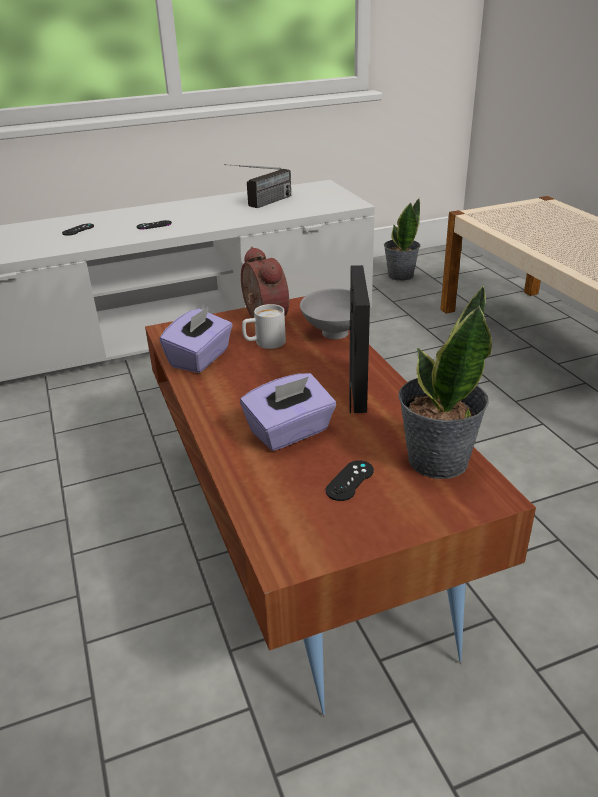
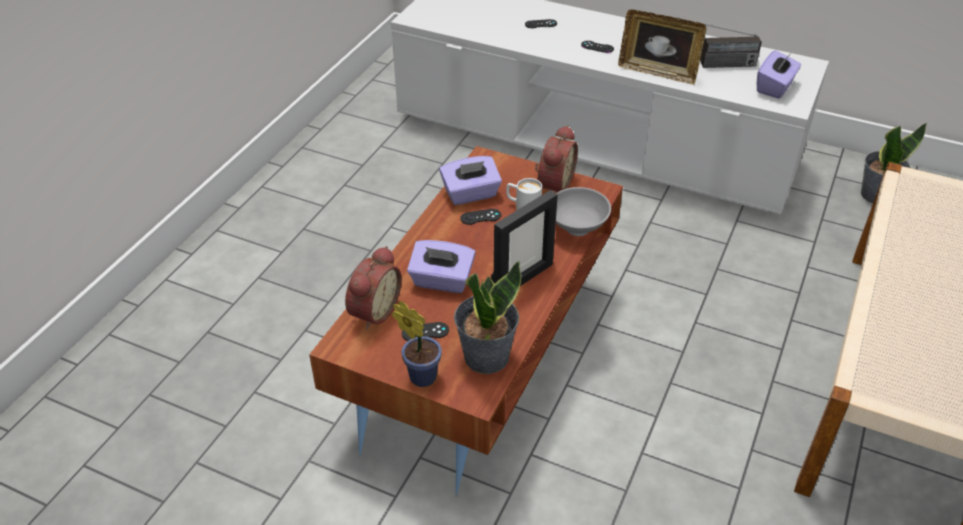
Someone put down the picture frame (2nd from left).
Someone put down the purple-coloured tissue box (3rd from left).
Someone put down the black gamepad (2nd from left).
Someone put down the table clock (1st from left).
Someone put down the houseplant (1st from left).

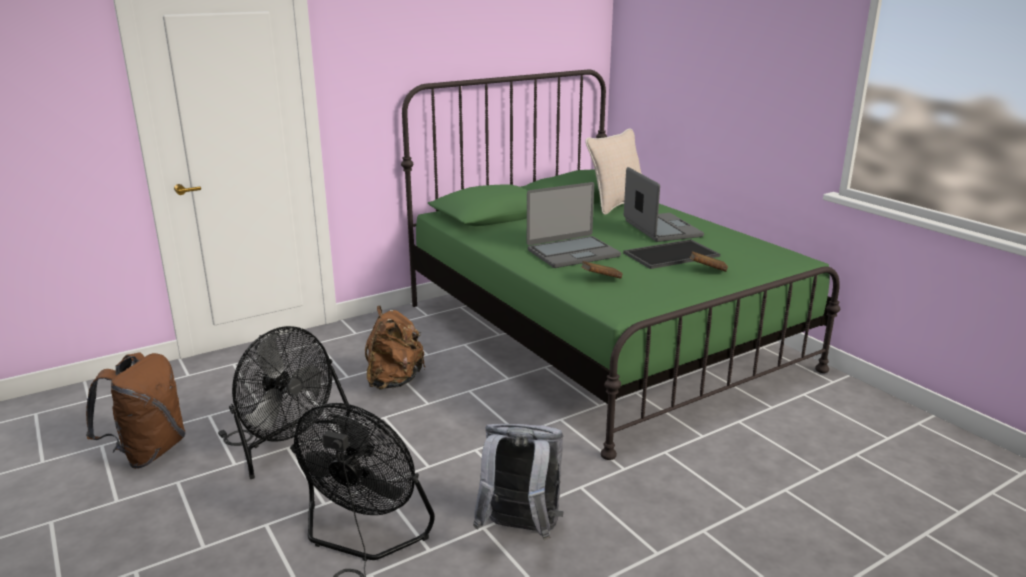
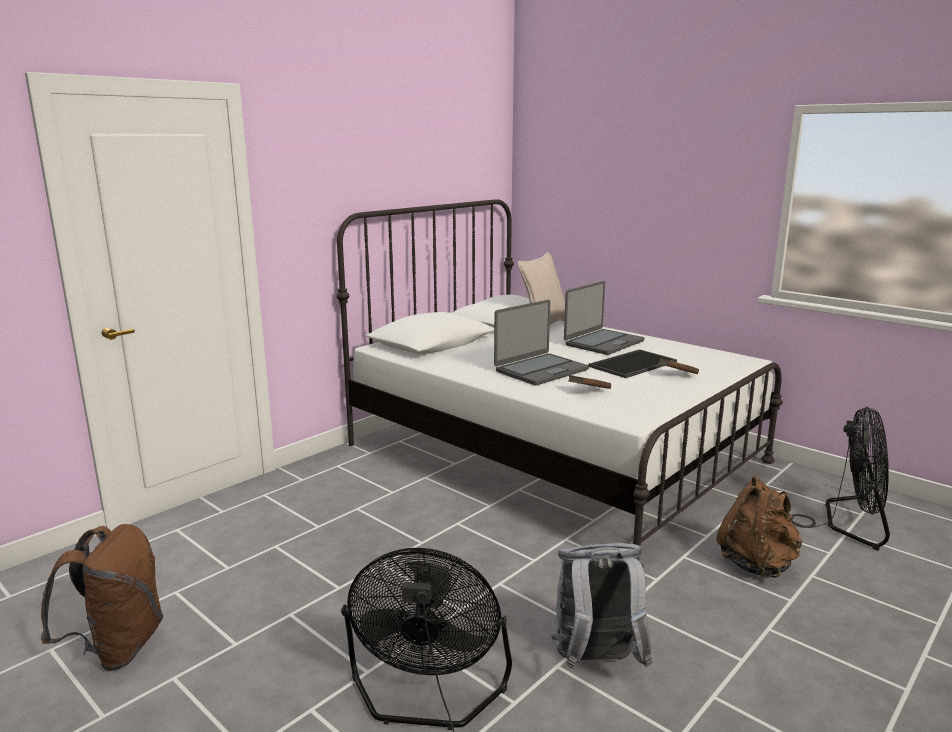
Someone repainted the green-coloured bed, which became the white-coloured bed.
Someone rotated the portable computer (2nd from left) by 75 degrees clockwise.
Someone carried the brown knapsack (2nd from left).
Someone carried the black electric fan (1st from left in the first image).

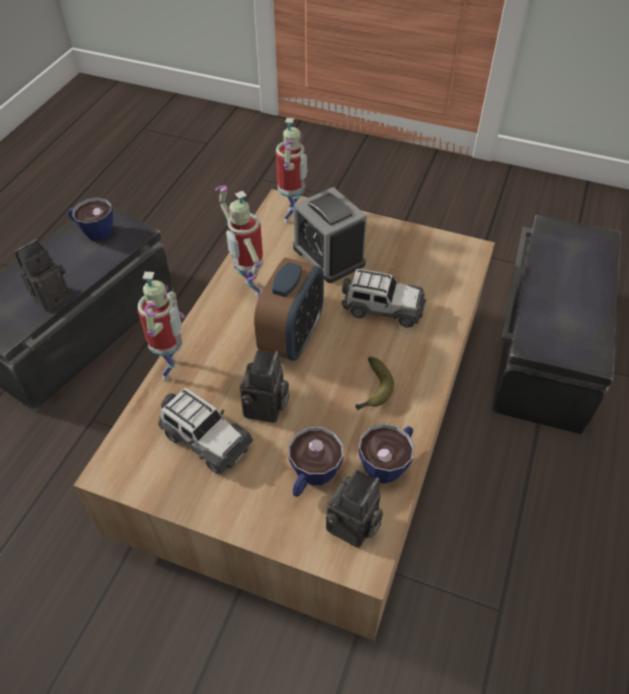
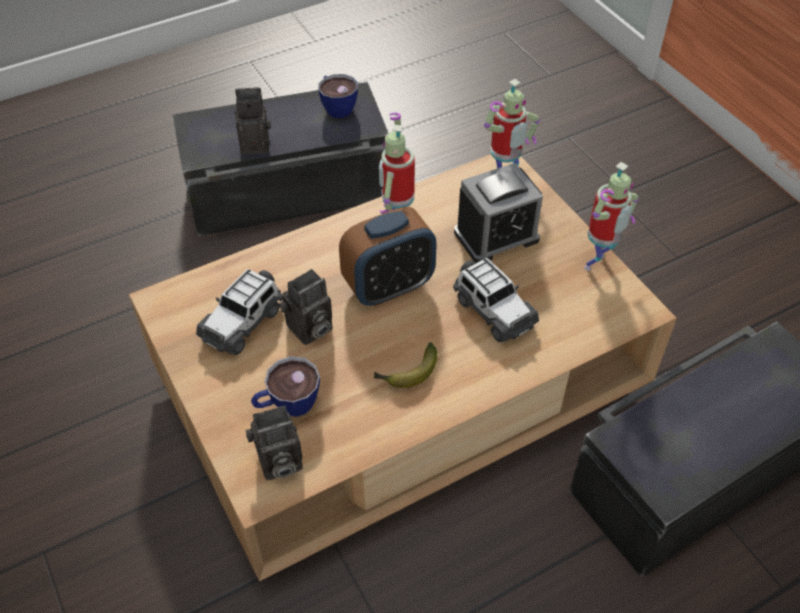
Someone rotated the table clock (2nd from left) by 120 degrees counterclockwise.
Someone carried the toy robot (1st from left in the first image).
Someone rotated the toy car (1st from left) by 45 degrees clockwise.
Someone took away the cup (3rd from left).

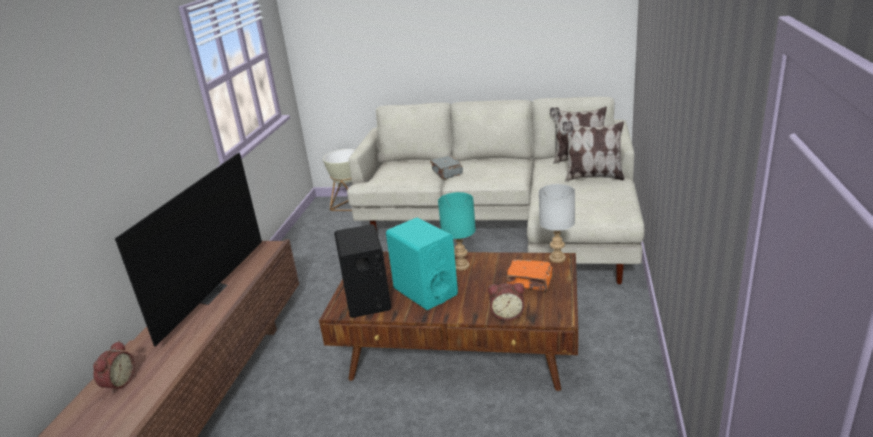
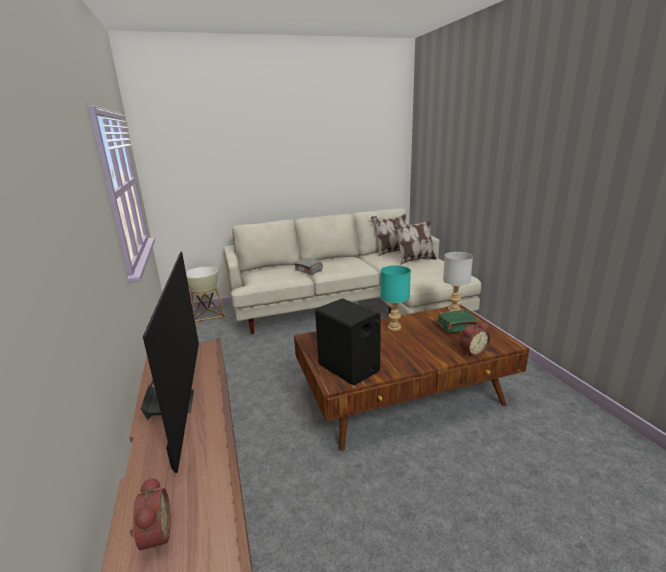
Someone took away the blue-green speaker.
Someone repainted the orange bound book, which became the green-coloured bound book.

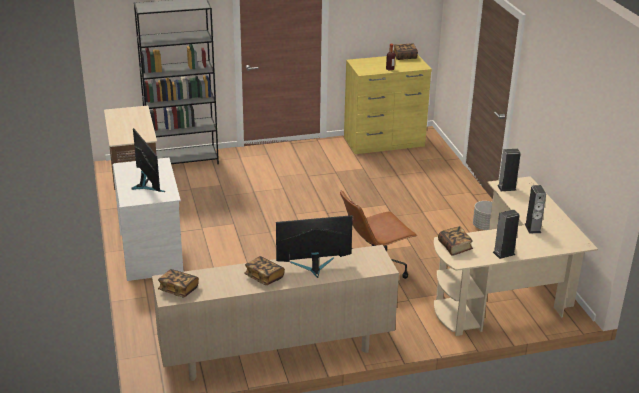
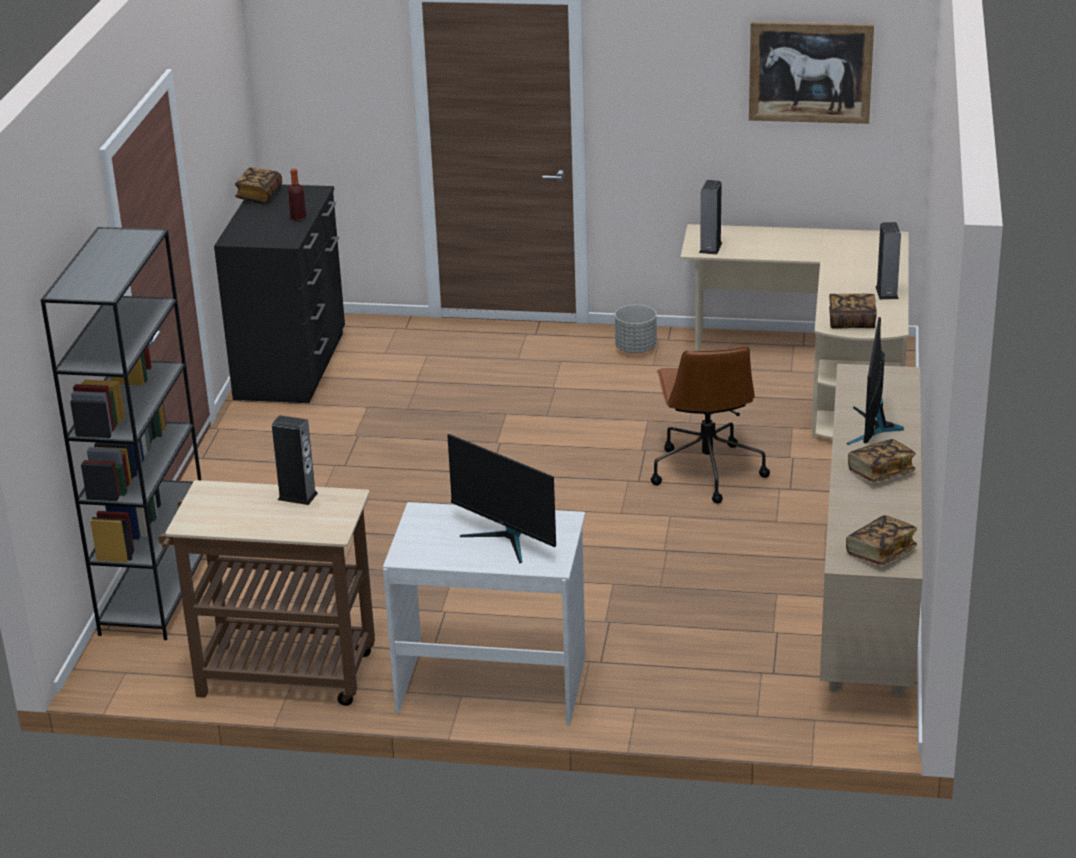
Someone repainted the yellow dresser, which became the black dresser.
Someone rotated the computer display (1st from left) by 135 degrees counterclockwise.
Someone carried the speaker (3rd from left in the first image).
Someone put up the wall art.

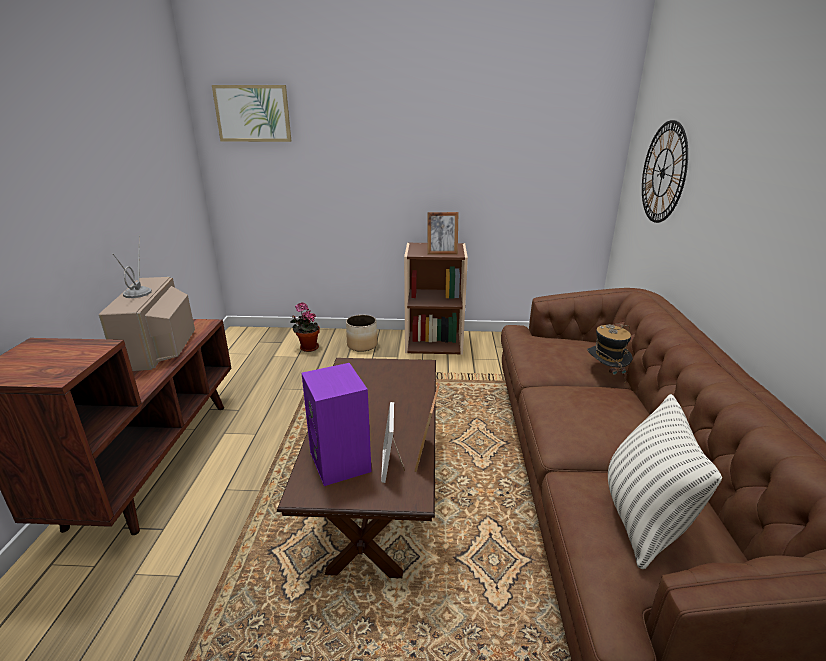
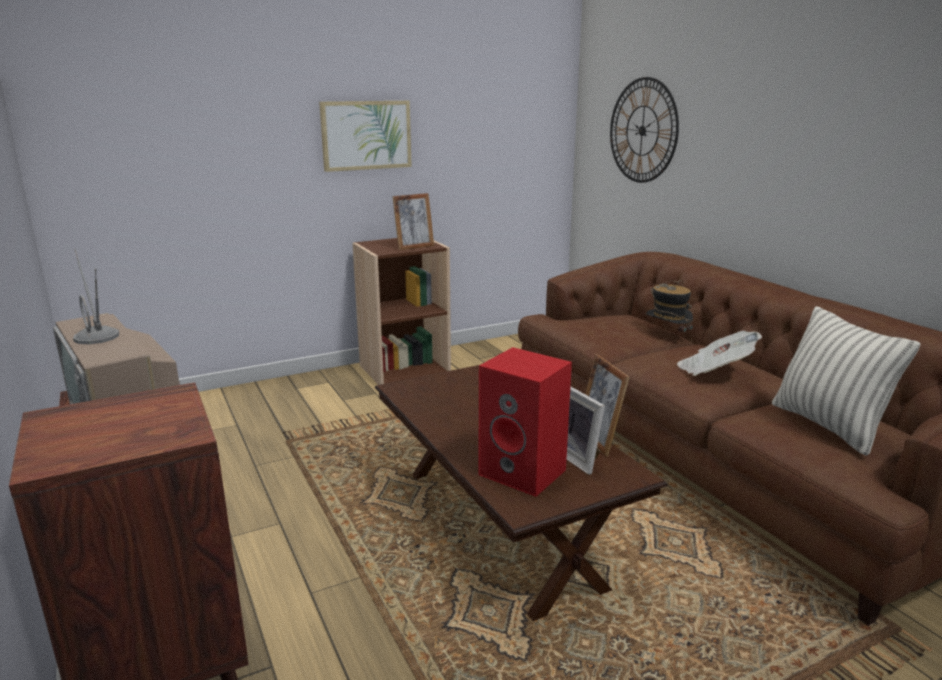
Someone carried the wall art.
Someone took away the houseplant.
Someone took away the planter.
Someone repainted the purple-coloured speaker, which became the red speaker.
Someone put down the printed paper.

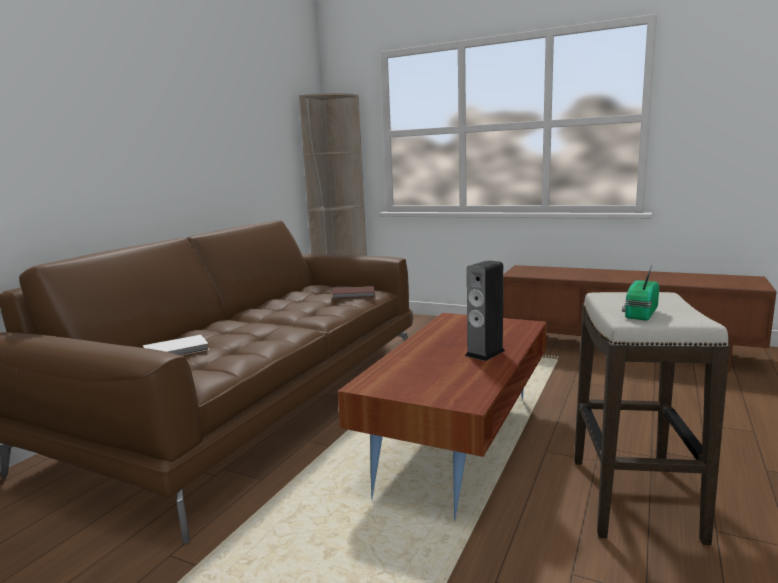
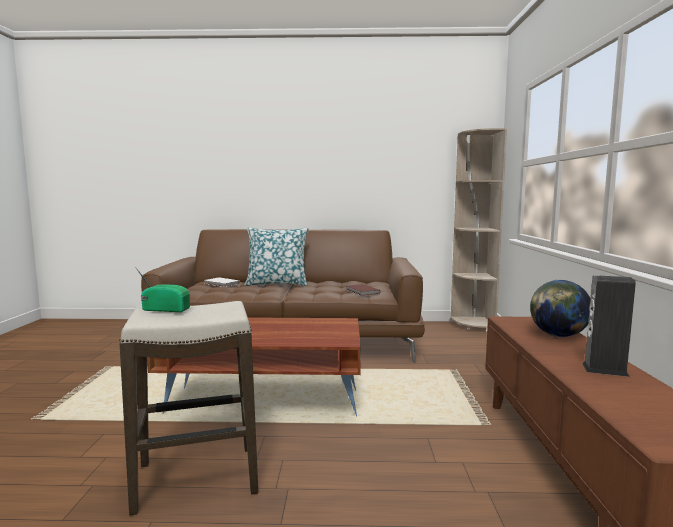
Someone carried the speaker.
Someone put down the throw pillow.
Someone put down the desk globe.

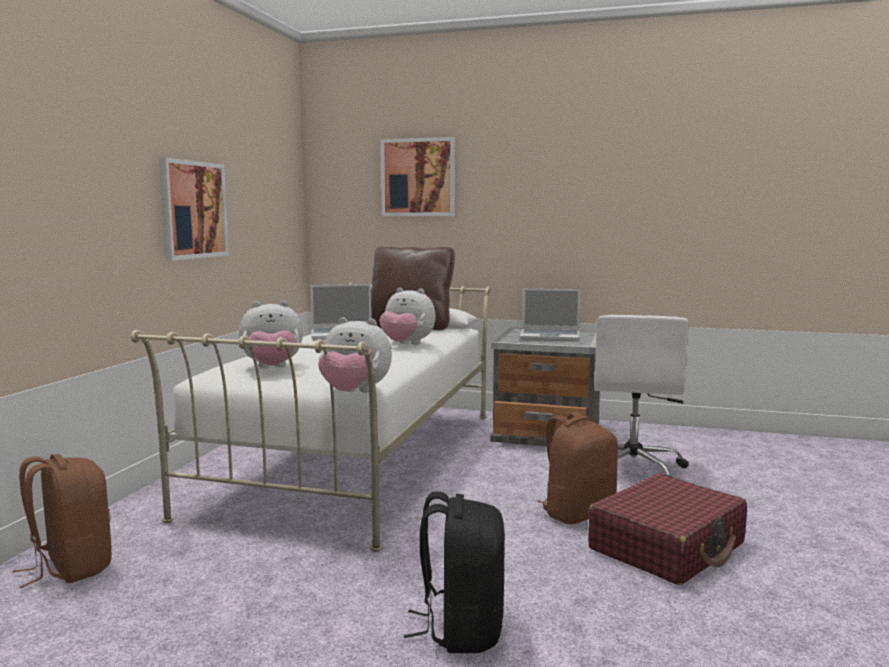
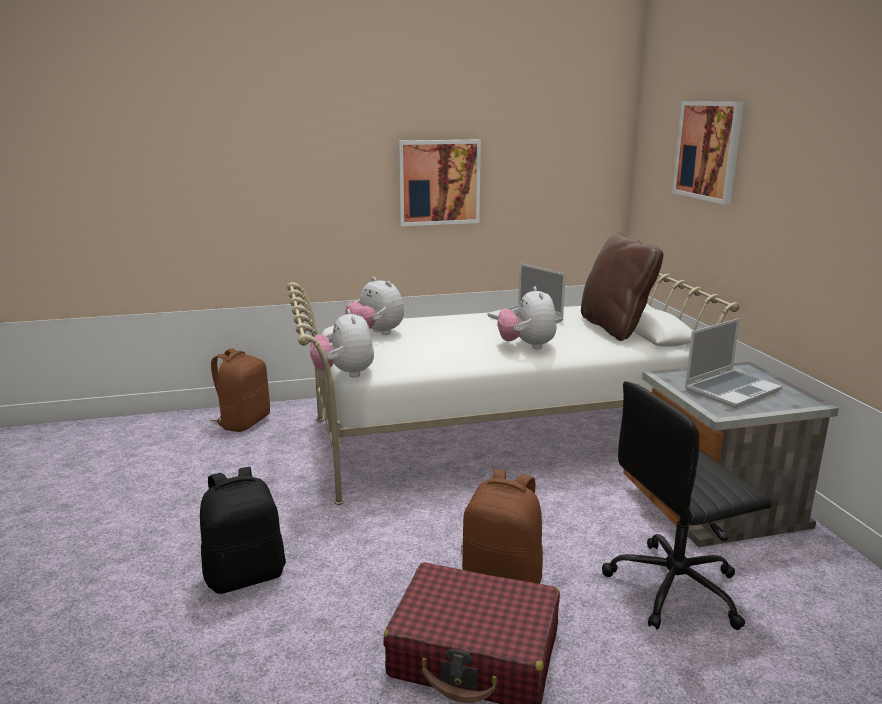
Someone rotated the portable computer (2nd from left) by 105 degrees counterclockwise.
Someone repainted the white-coloured desk chair, which became the black desk chair.

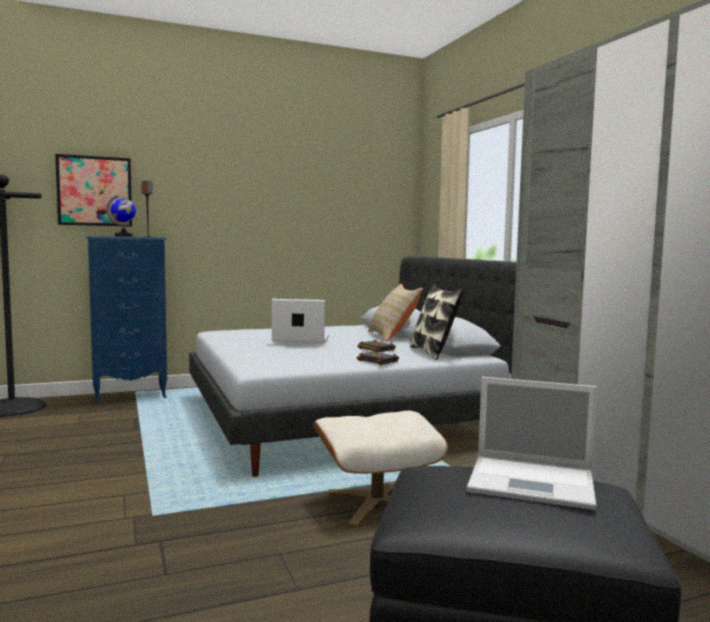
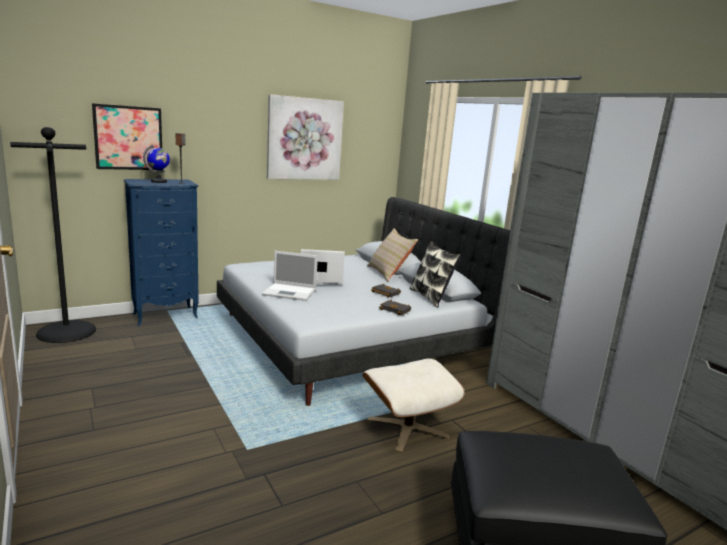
Someone carried the portable computer (2nd from left in the first image).
Someone put up the wall art (2nd from left).

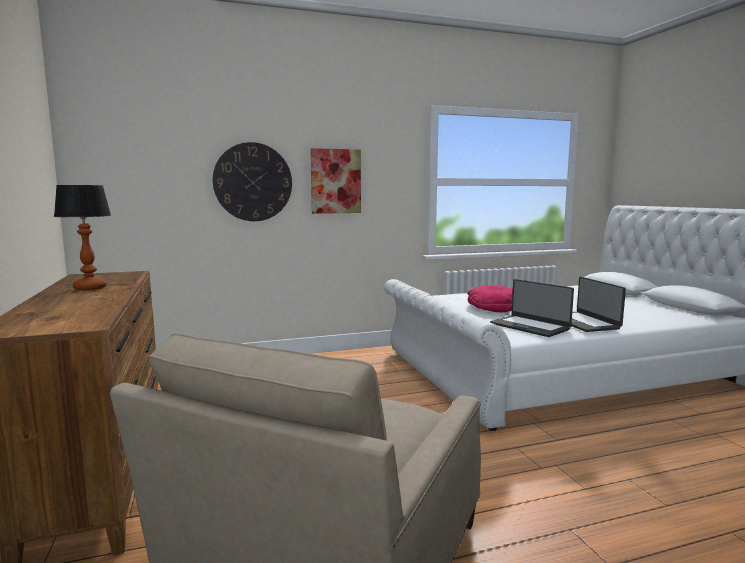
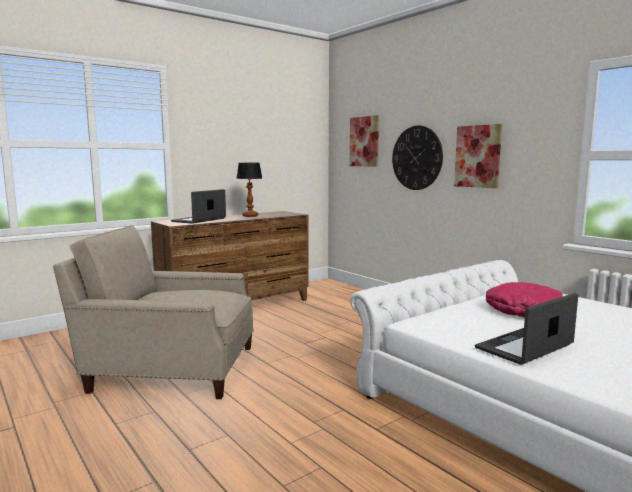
Someone carried the portable computer (1st from left).
Someone put up the wall art (1st from left).

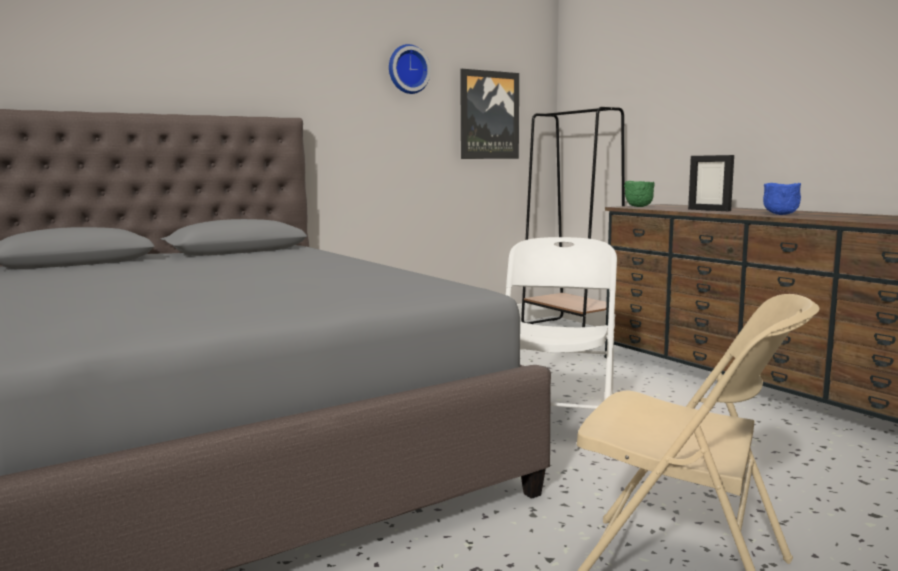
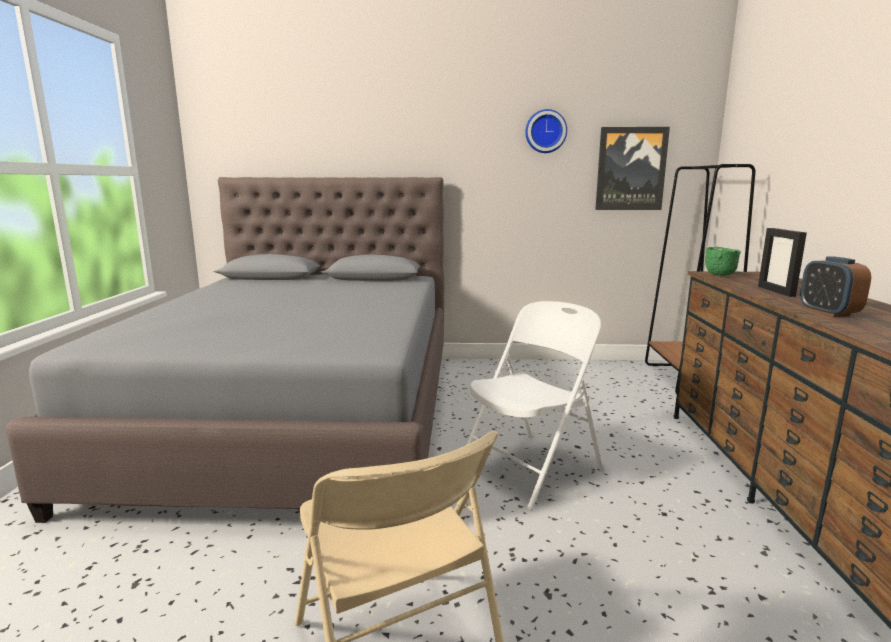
Someone swapped the bluish deep dish for the table clock.

